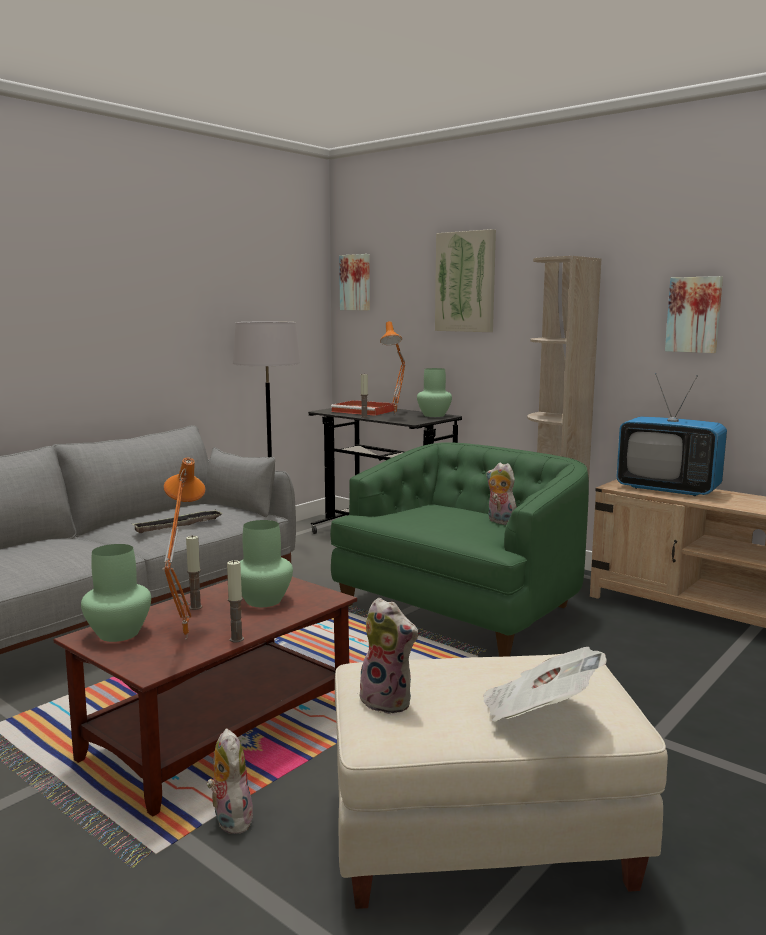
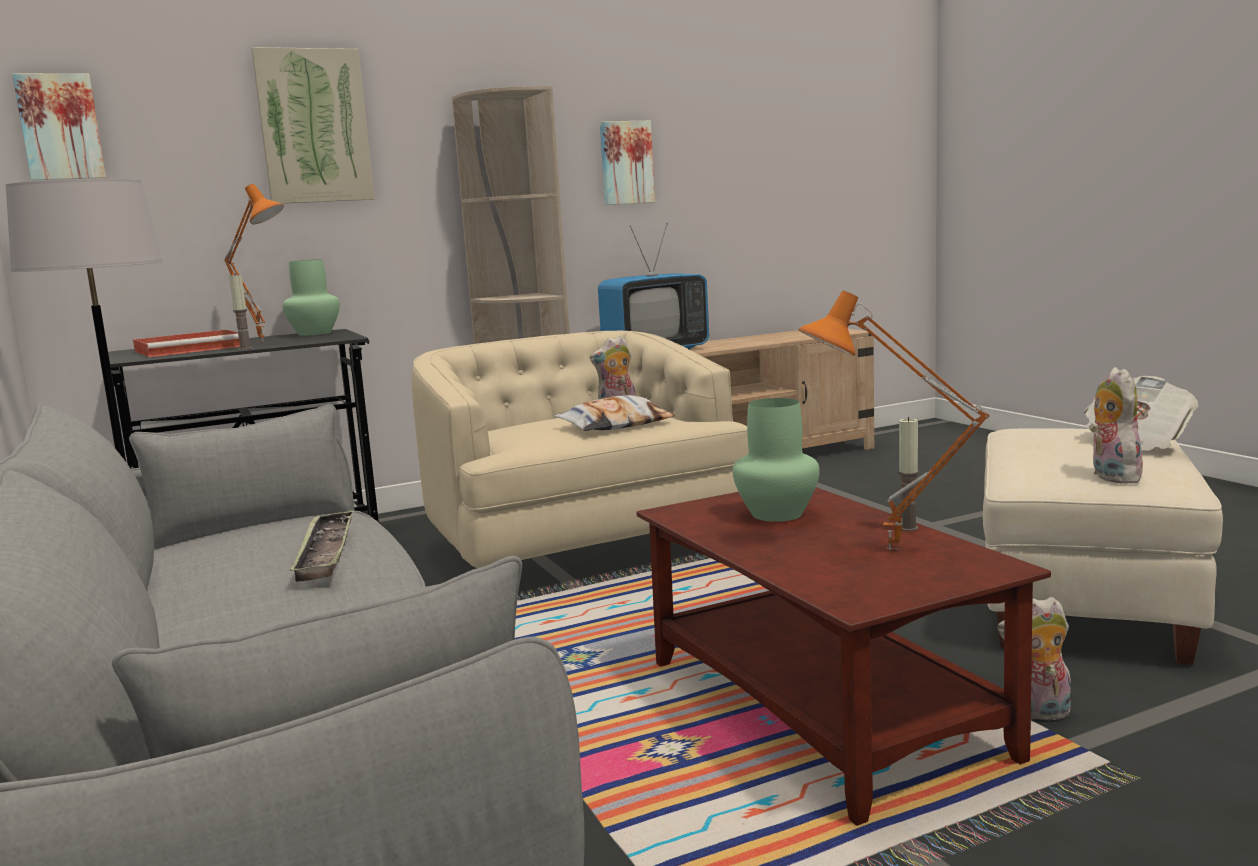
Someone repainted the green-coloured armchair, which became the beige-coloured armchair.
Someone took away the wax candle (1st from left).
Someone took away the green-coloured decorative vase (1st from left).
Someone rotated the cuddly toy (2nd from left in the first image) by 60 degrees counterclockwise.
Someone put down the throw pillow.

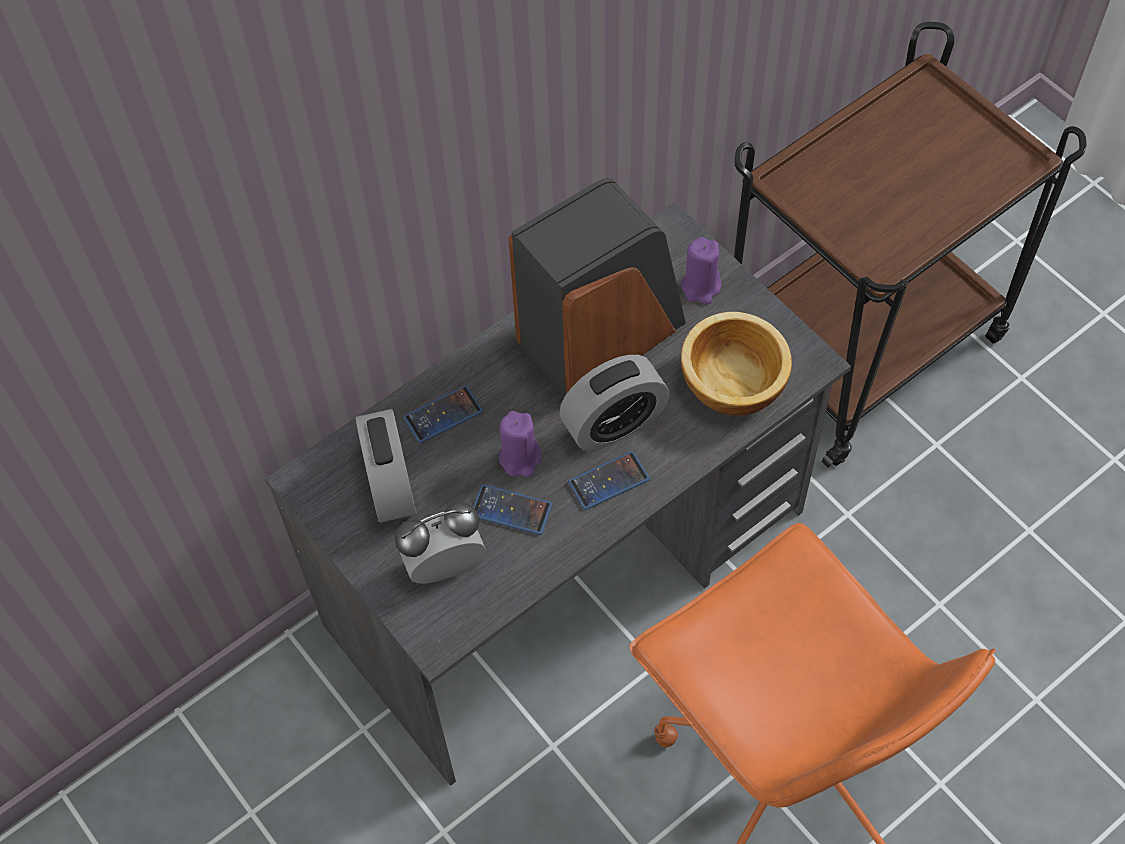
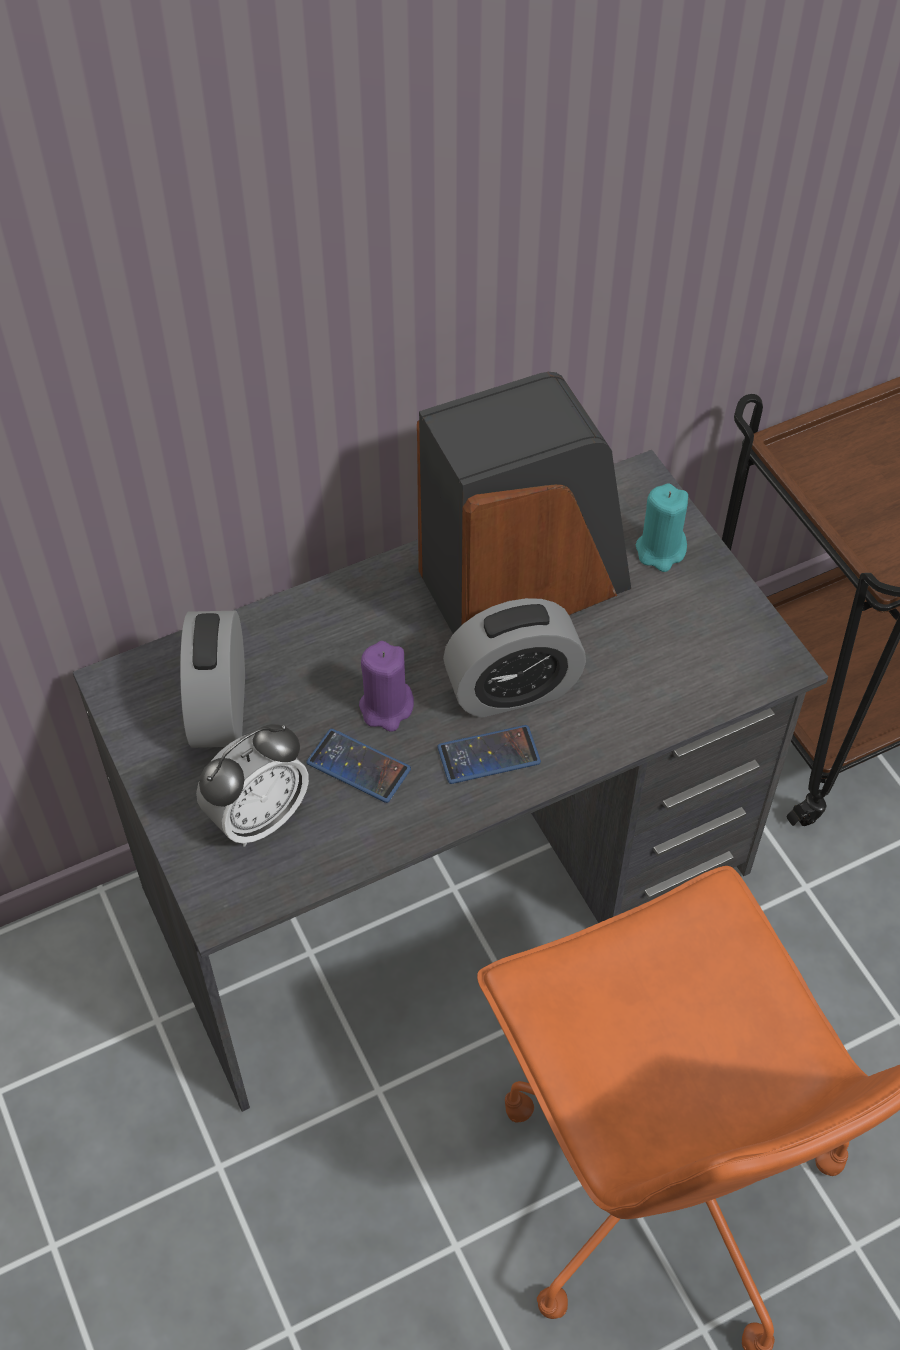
Someone repainted the purple-coloured wax candle (2nd from left), which became the blue-green wax candle.
Someone took away the deep dish.
Someone took away the handset (1st from left).
Someone rotated the table clock (2nd from left) by 150 degrees clockwise.

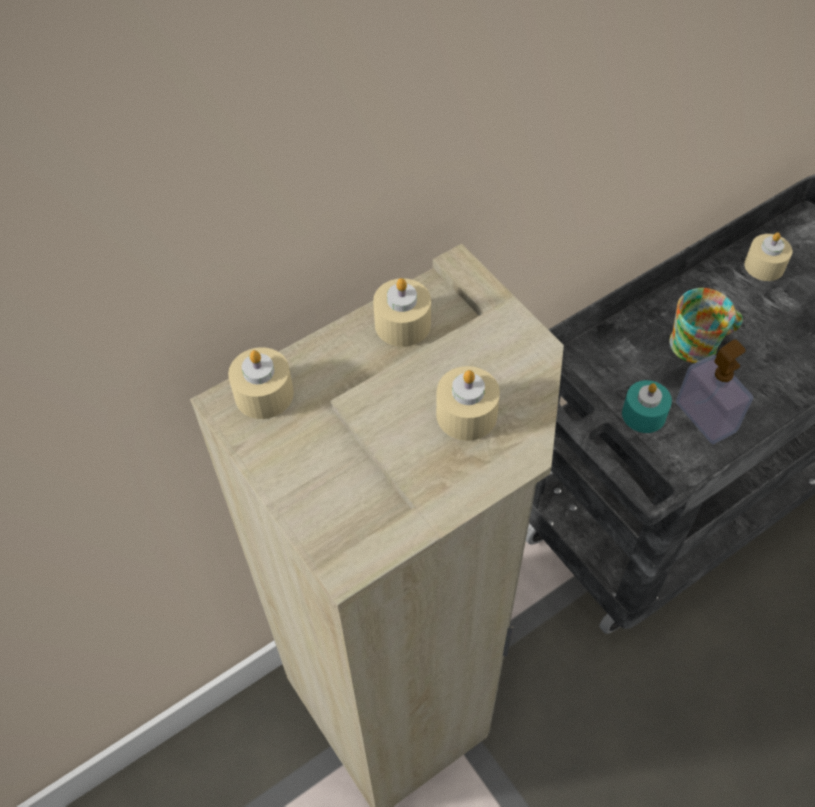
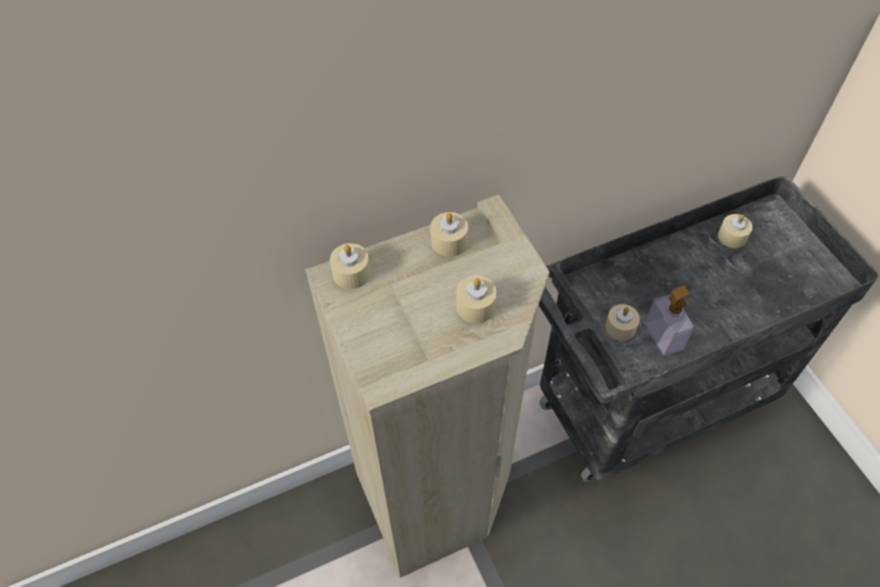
Someone took away the tea mug.
Someone repainted the blue-green wax candle, which became the beige-coloured wax candle (4th from left).

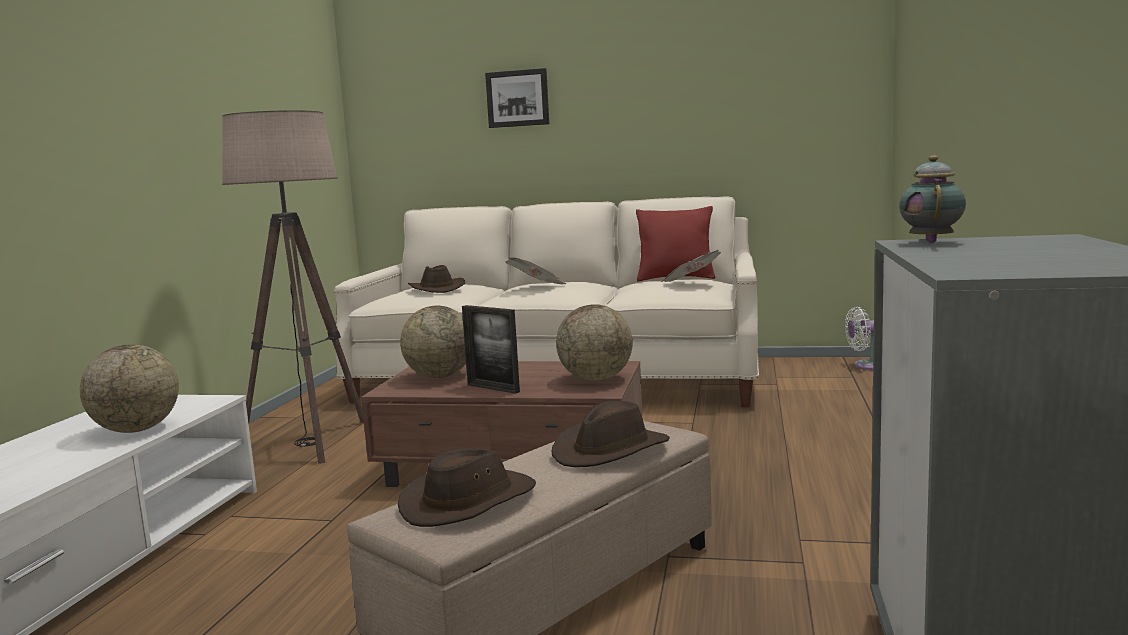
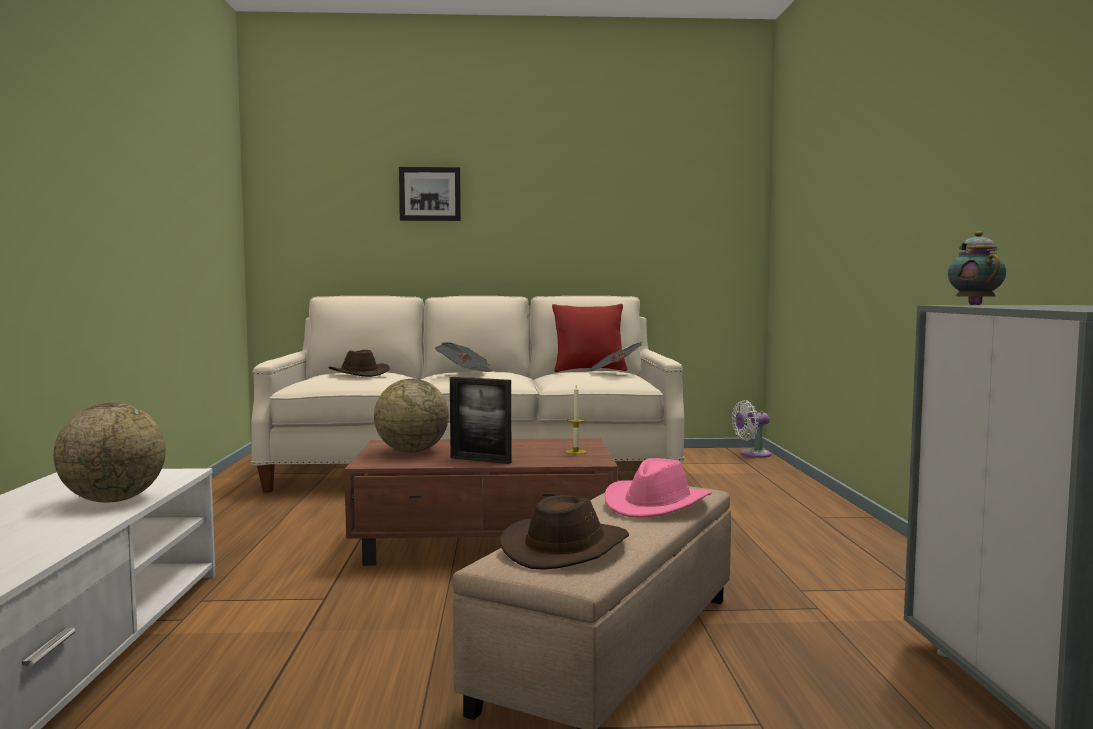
Someone took away the standing lamp.
Someone swapped the desk globe (3rd from left) for the wax candle.
Someone repainted the brown clothing hat (3rd from left), which became the pinkish clothing hat.

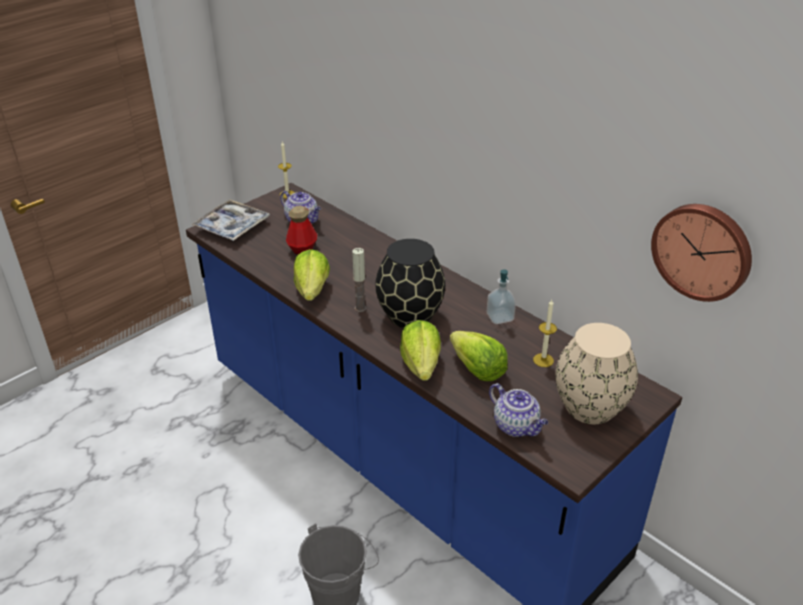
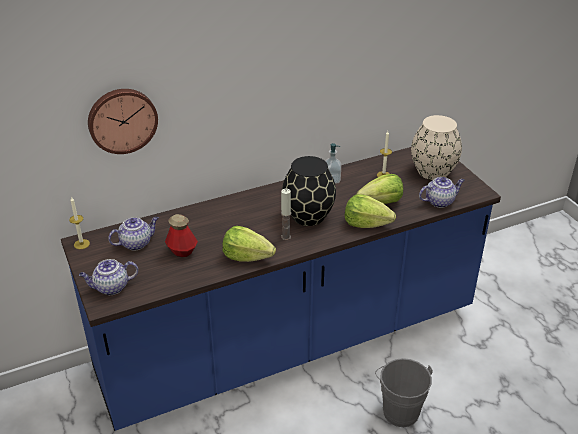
Someone swapped the tray for the teapot (1st from left).
Someone carried the wall clock.

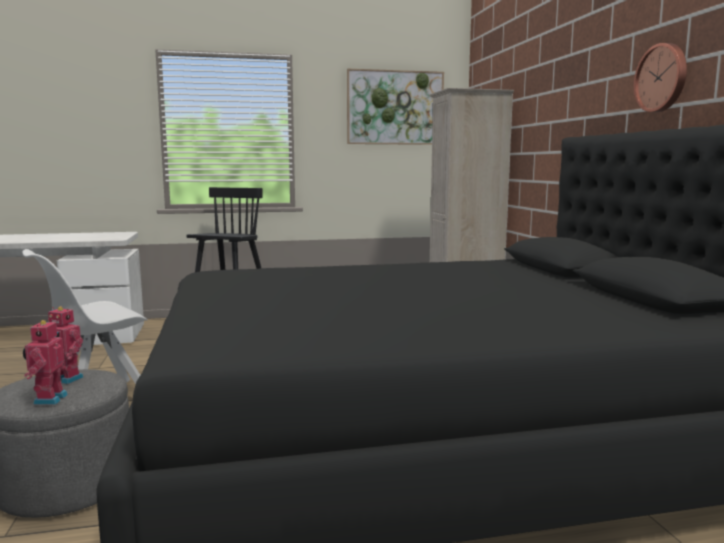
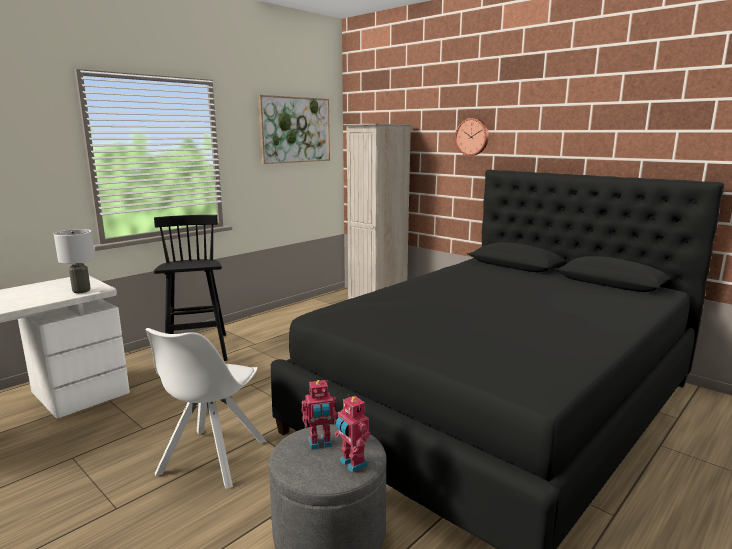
Someone carried the wall clock.
Someone put down the white-coloured tabletop lamp.

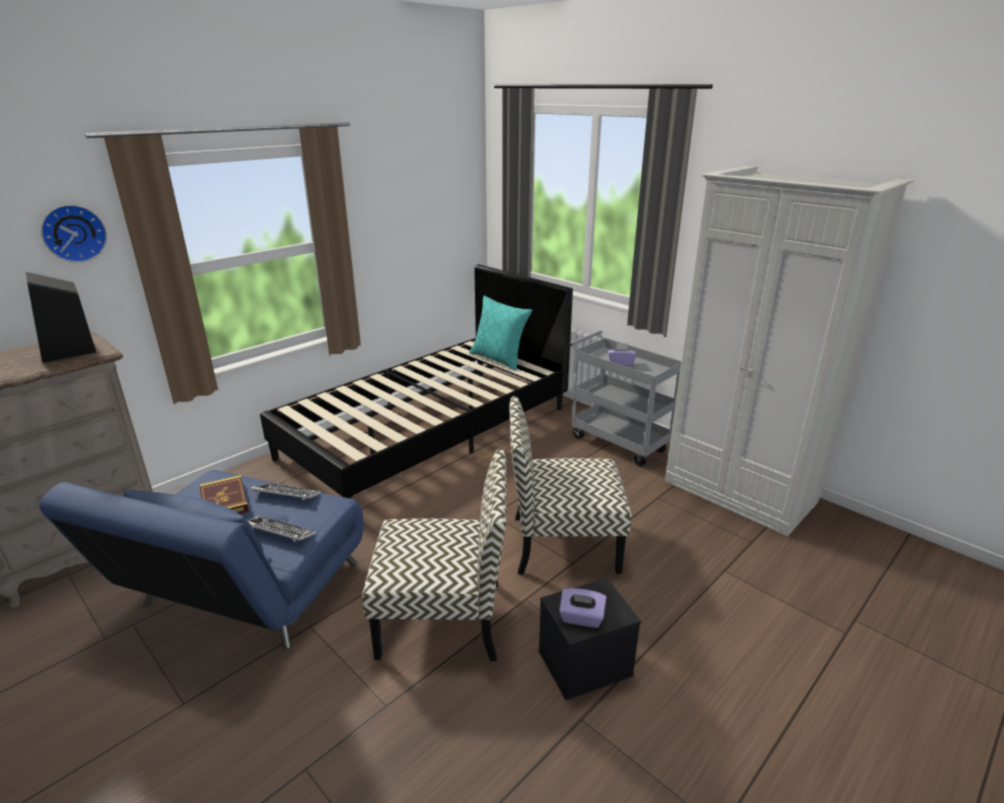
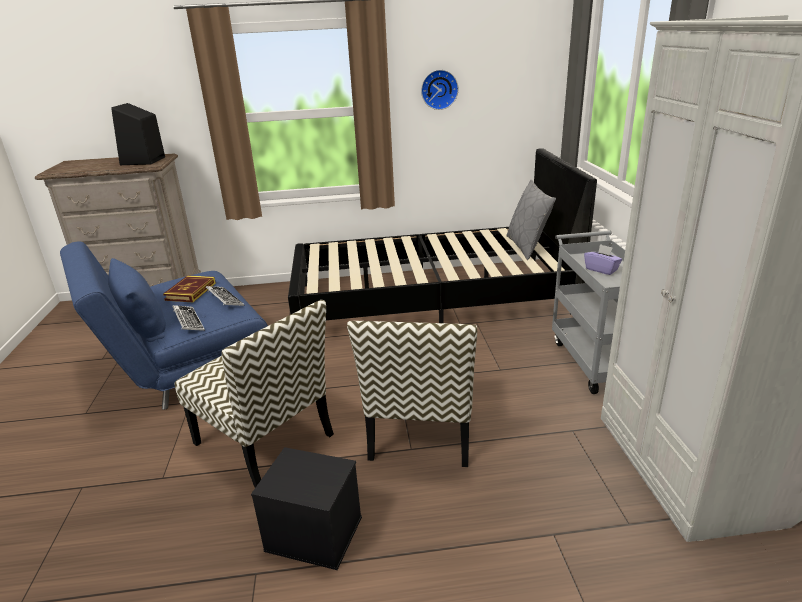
Someone carried the wall clock.
Someone repainted the blue-green throw pillow, which became the gray throw pillow.
Someone rotated the plain chair (2nd from left) by 120 degrees counterclockwise.
Someone took away the purple-coloured tissue box (1st from left).

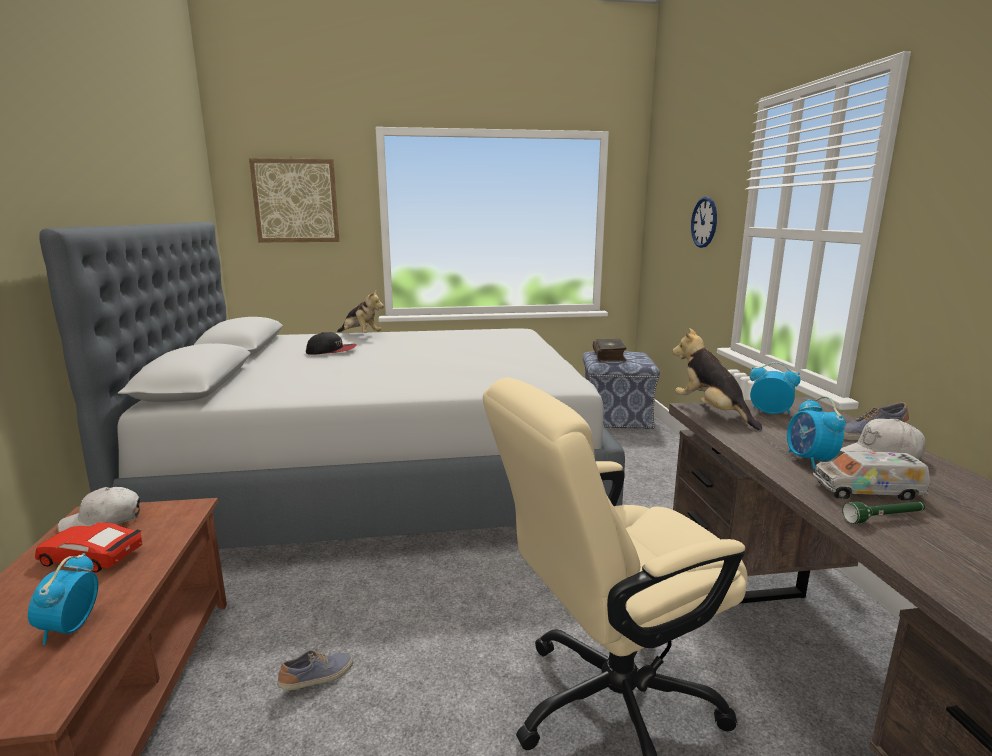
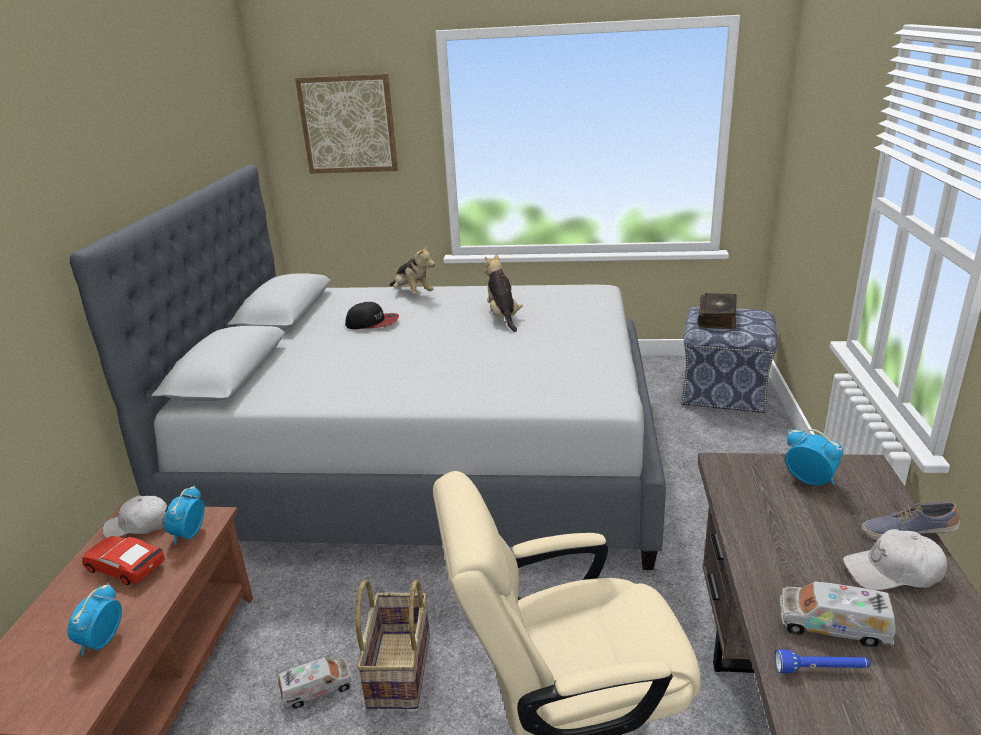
Someone took away the wall clock.
Someone carried the cuddly toy (2nd from left).
Someone carried the table clock (3rd from left in the first image).
Someone repainted the green-coloured torch, which became the bluish torch.
Someone swapped the item of footwear (1st from left) for the toy lorry (1st from left).
Someone put down the household basket.

